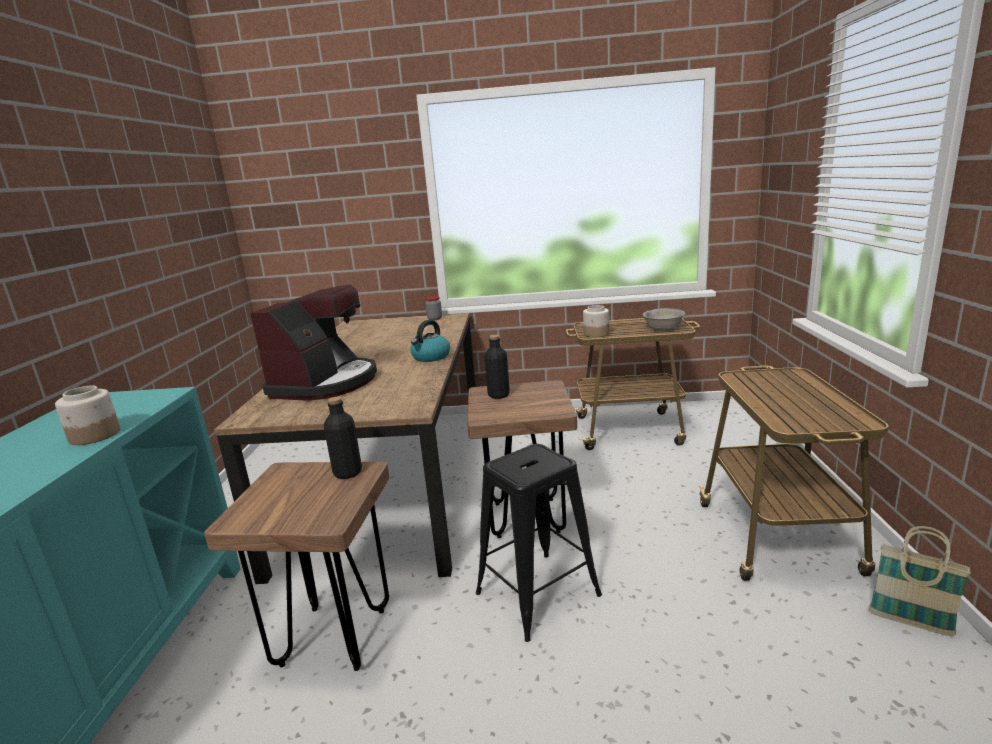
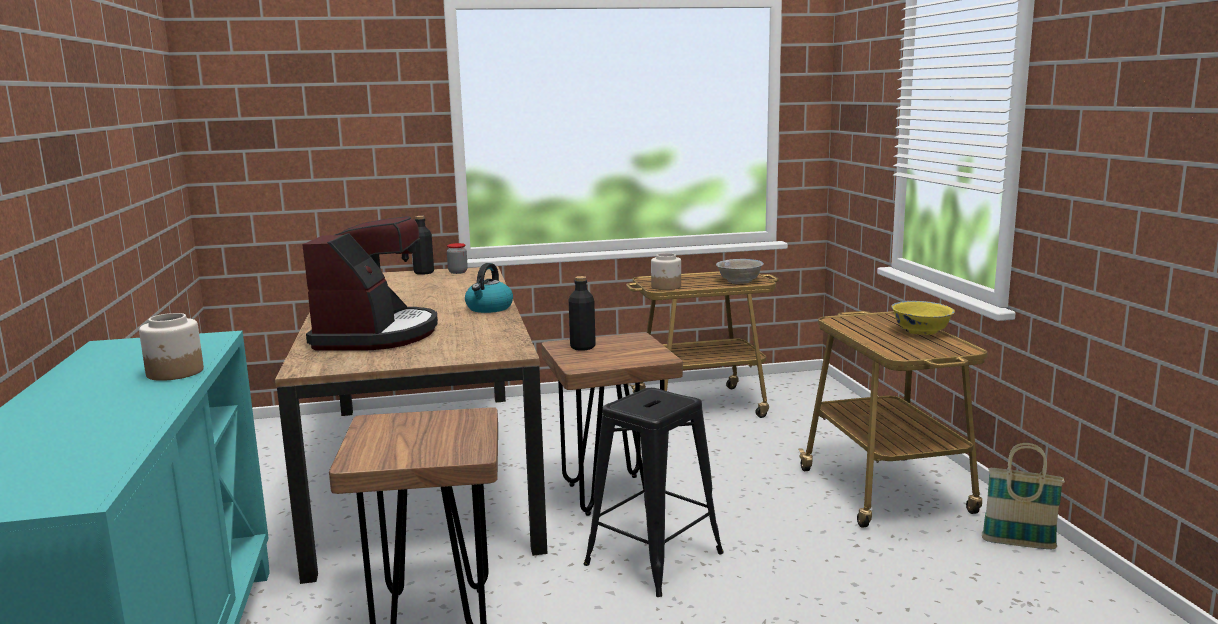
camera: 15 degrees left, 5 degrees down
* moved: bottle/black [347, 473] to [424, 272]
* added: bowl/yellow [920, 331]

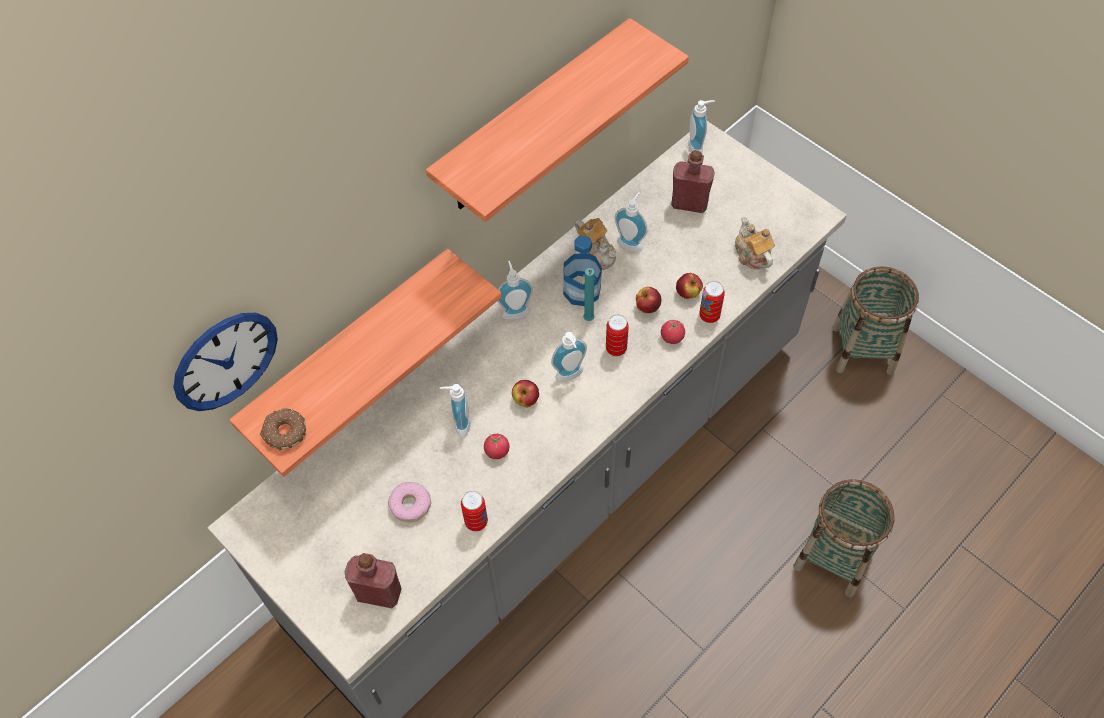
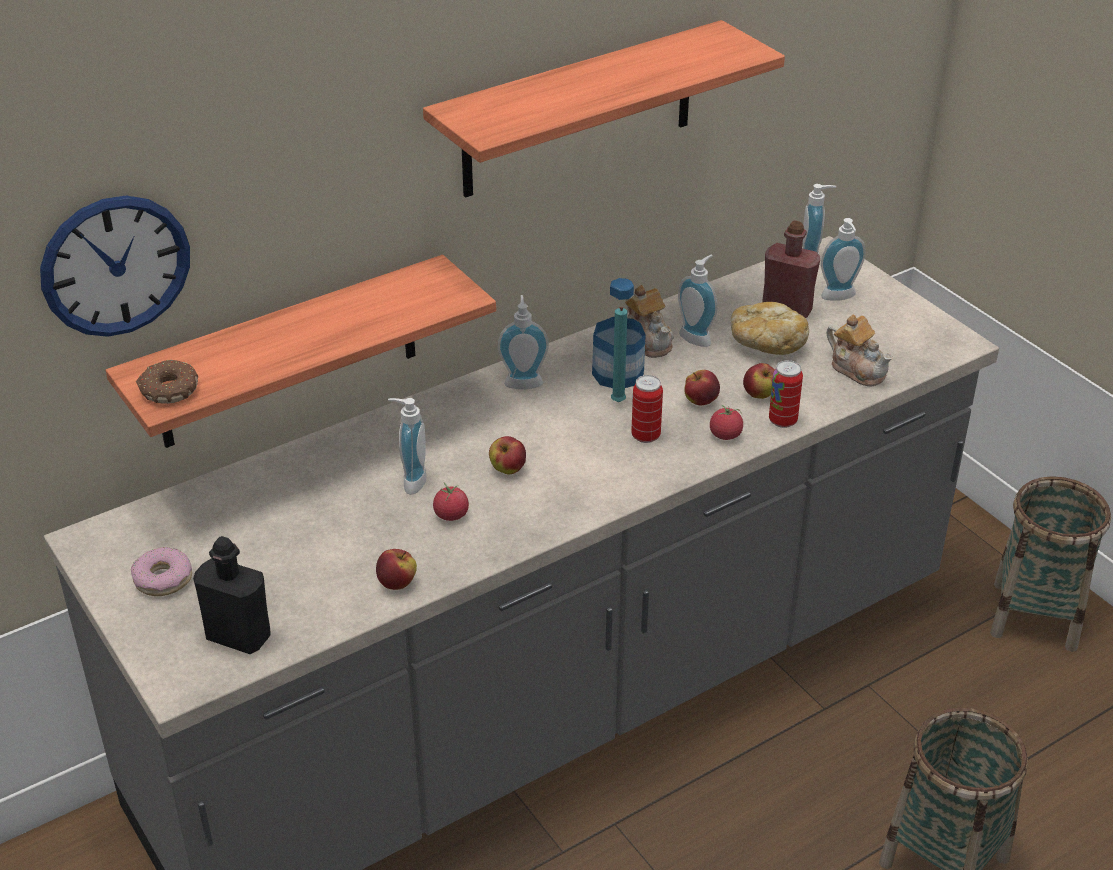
camera: 10 degrees right, 20 degrees down
* moved: donut [410, 505] to [163, 579]
* recoloured: bottle/red [379, 593] to bottle/black [238, 637]
* replaced: can [476, 522] to apple [397, 583]
* added: bread [765, 344]
* moved: soap dispenser [570, 376] to [840, 298]
* turned: teapot [751, 255] = [857, 369] 150 degrees clockwise

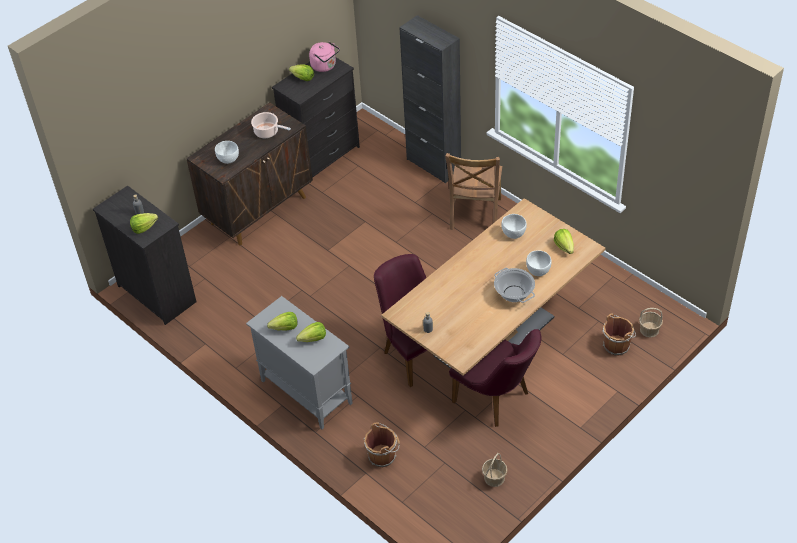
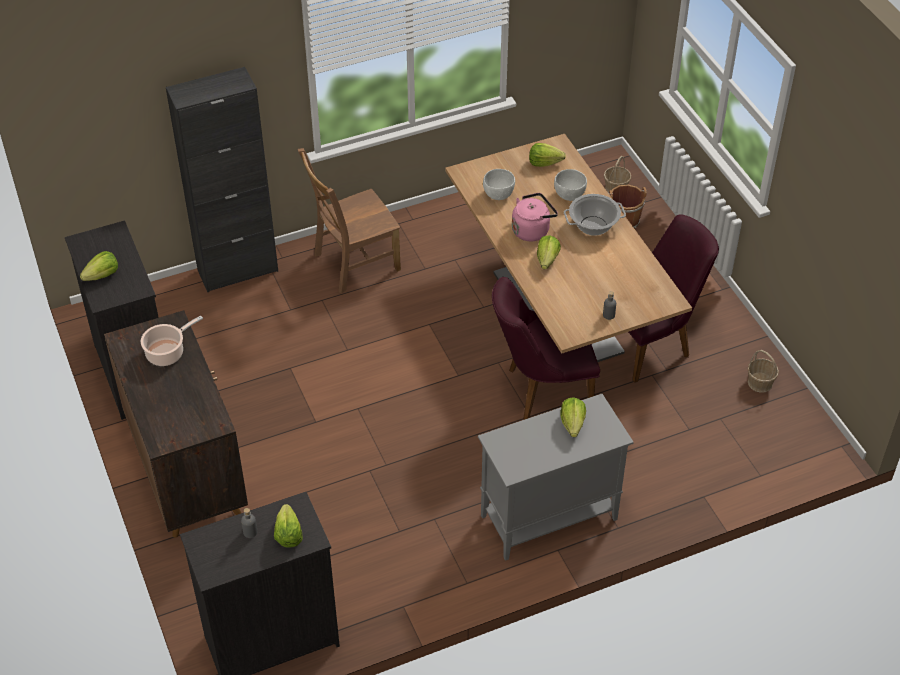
camera: 70 degrees left, 0 degrees up
* turned: chair/brown [475, 215] = [353, 263] 120 degrees clockwise
* moved: kettle/pink [325, 66] to [532, 230]
* moved: lettuce [285, 328] to [547, 260]
* removed: bowl/white [228, 160]
* removed: bucket/brown [383, 455]

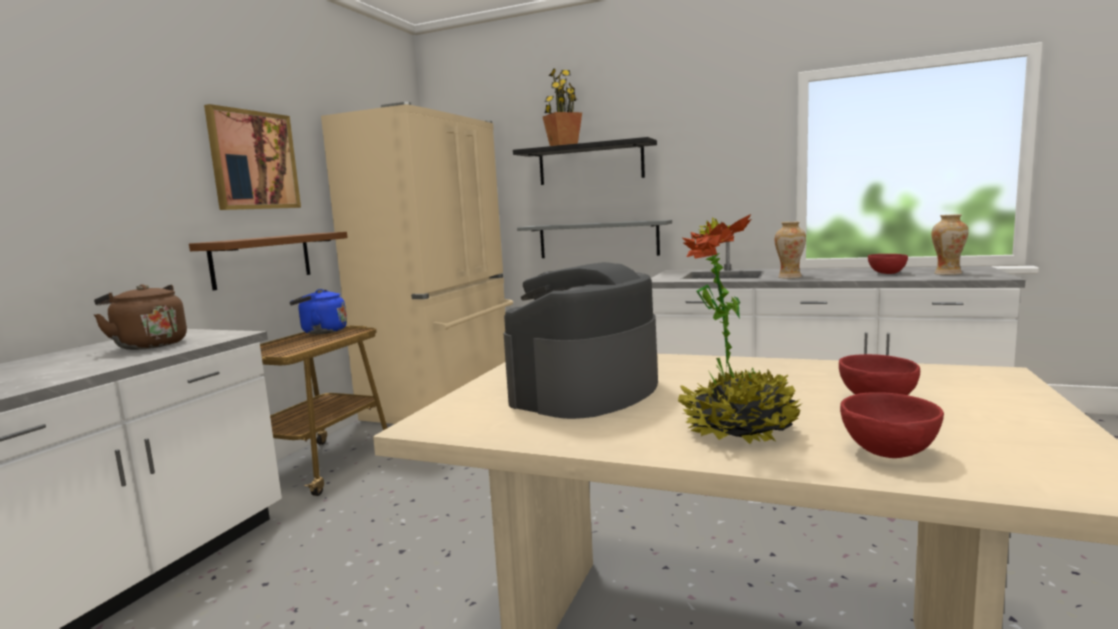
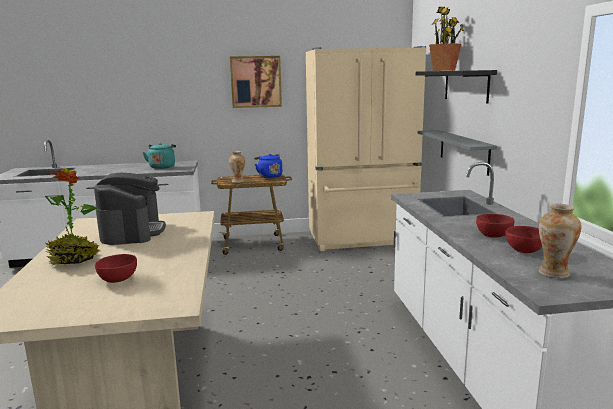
camera: 60 degrees right, 5 degrees up
* turned: coffee machine [586, 391] = [132, 232] 75 degrees clockwise
* recoloured: kettle/brown [148, 345] to kettle/turquoise [162, 167]
* moved: vase [789, 277] to [238, 181]
* moved: bowl/red [887, 451] to [493, 236]
* removed: shelf/brown [262, 259]

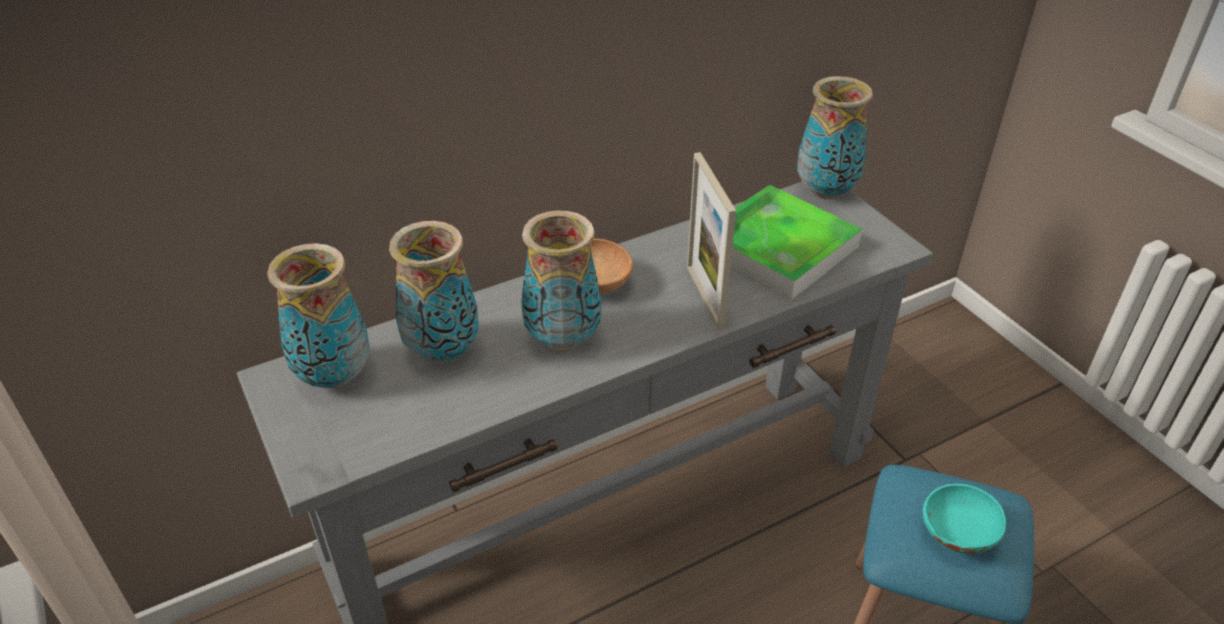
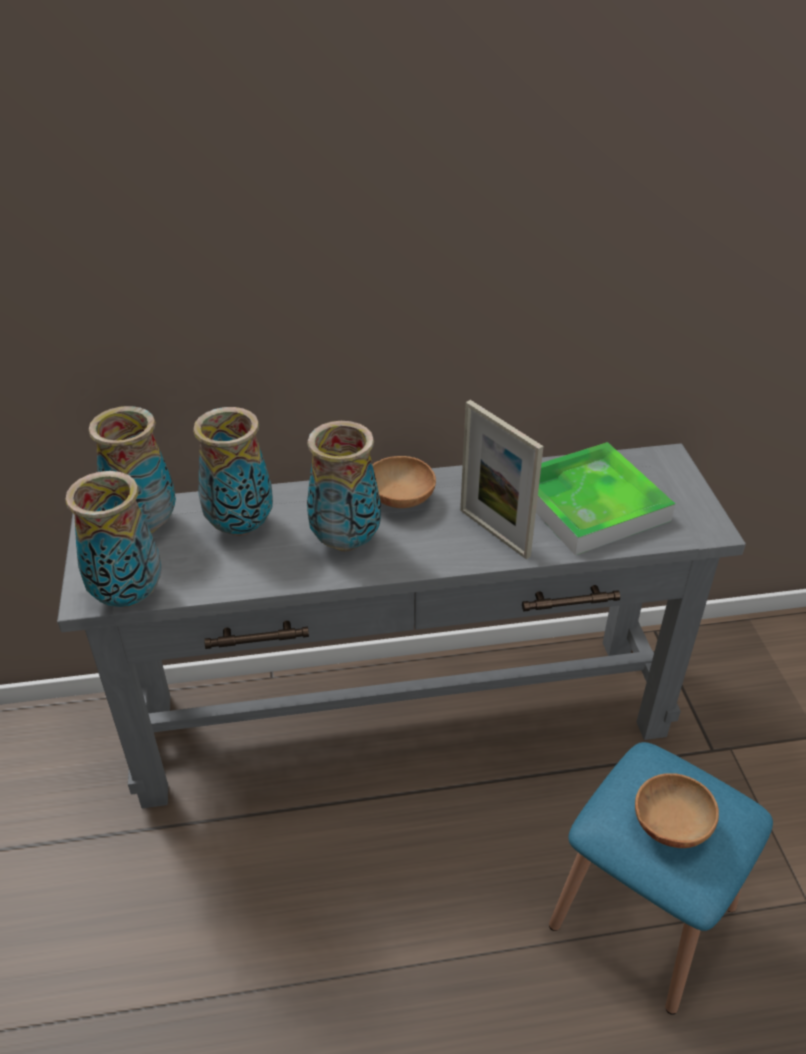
camera: 20 degrees right, 0 degrees up
* moved: vase [826, 191] to [129, 595]
* turned: picture frame [704, 296] = [494, 533] 45 degrees counterclockwise
* recoloured: bowl/turquoise [955, 535] to bowl/brown [669, 825]

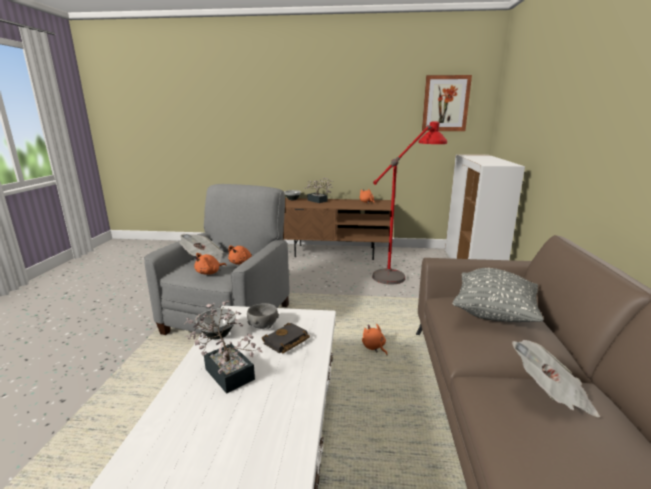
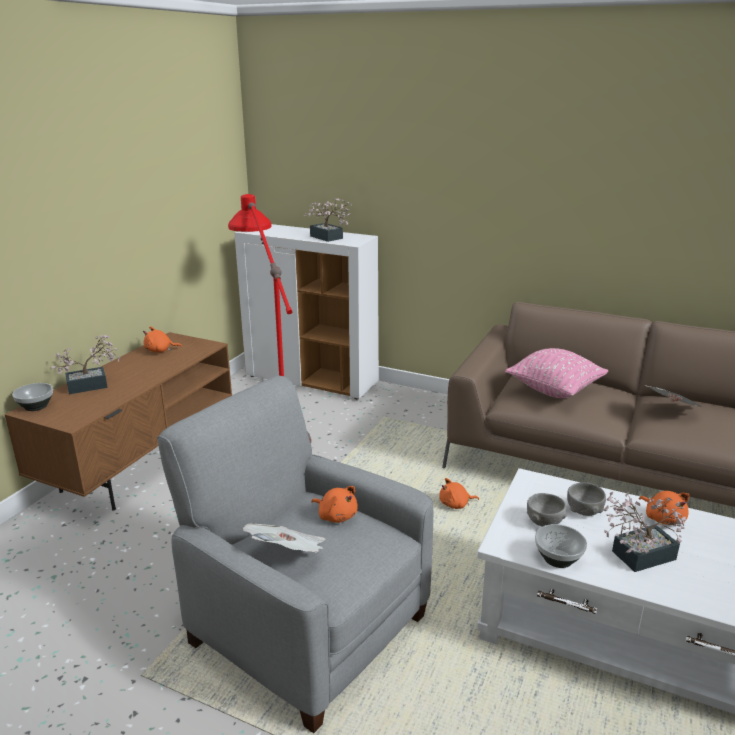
camera: 70 degrees left, 5 degrees up
* added: potted plant [328, 238]
* recoloured: pillow/grey [493, 313] to pillow/pink [554, 390]
* replaced: book/black [286, 342] to bowl/grey [584, 511]
* moved: plush toy/orange [209, 273] to [663, 518]
* removed: picture [445, 103]

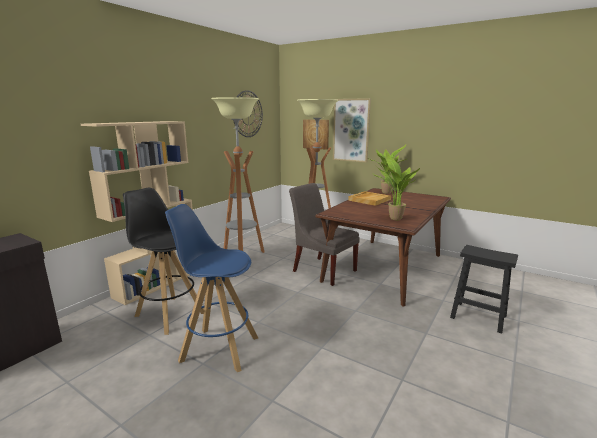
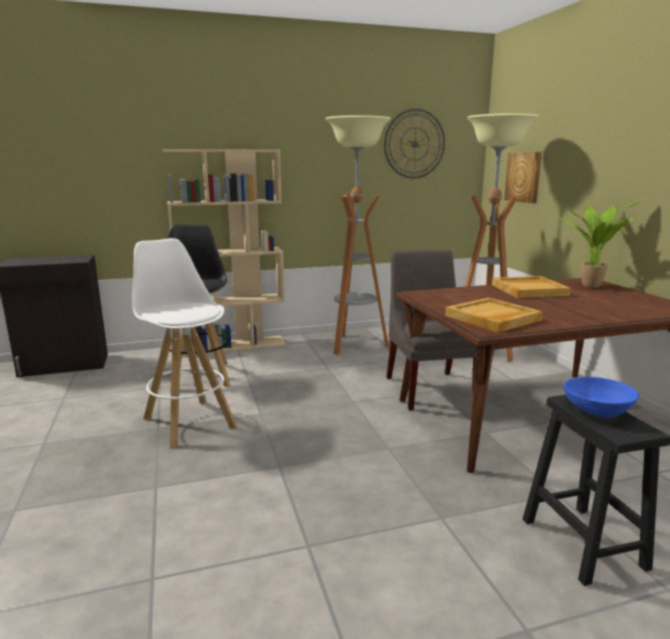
camera: 40 degrees right, 0 degrees up
* recoloured: stool/blue [218, 348] to stool/white [189, 422]
* replaced: potted plant [393, 219] to tray/beige [492, 318]
* added: bowl/blue [598, 410]
* removed: picture [351, 130]

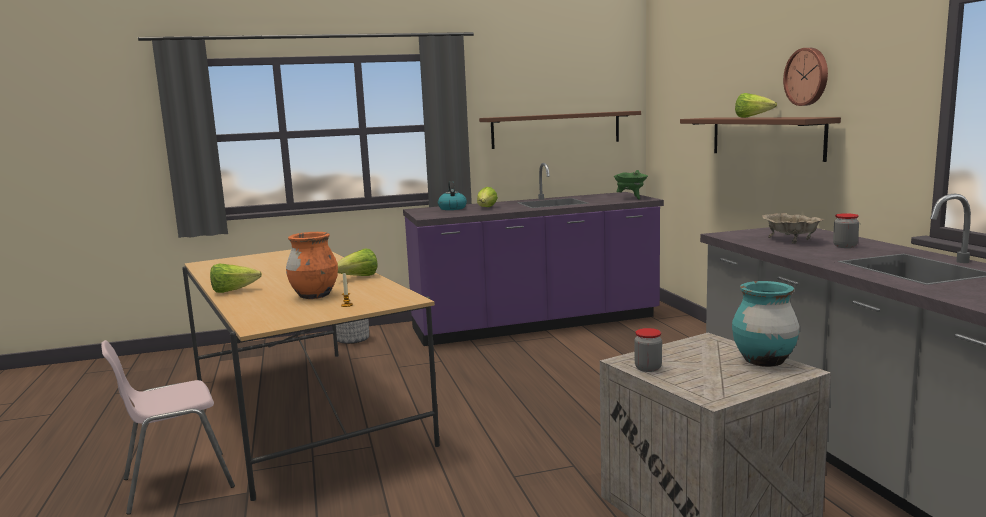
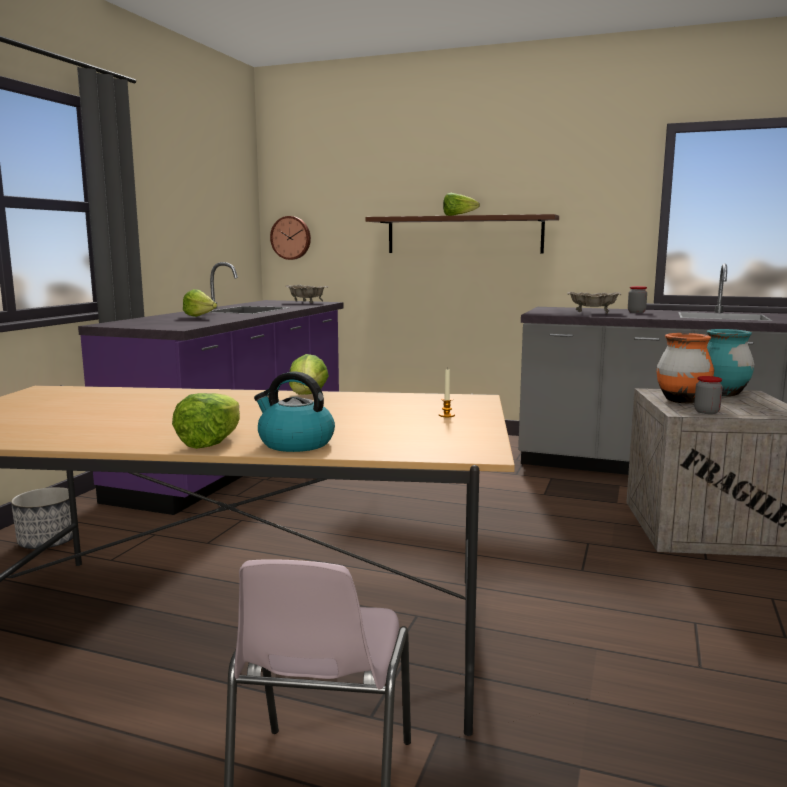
camera: 55 degrees left, 0 degrees up
* moved: kettle [452, 208] to [295, 443]
* moved: wall clock [807, 76] to [291, 238]
* replaced: cooking pot/green [631, 198] to bowl/beige [306, 302]
* moved: vase/orange [314, 296] to [682, 400]
* removed: shelf/brown [556, 129]

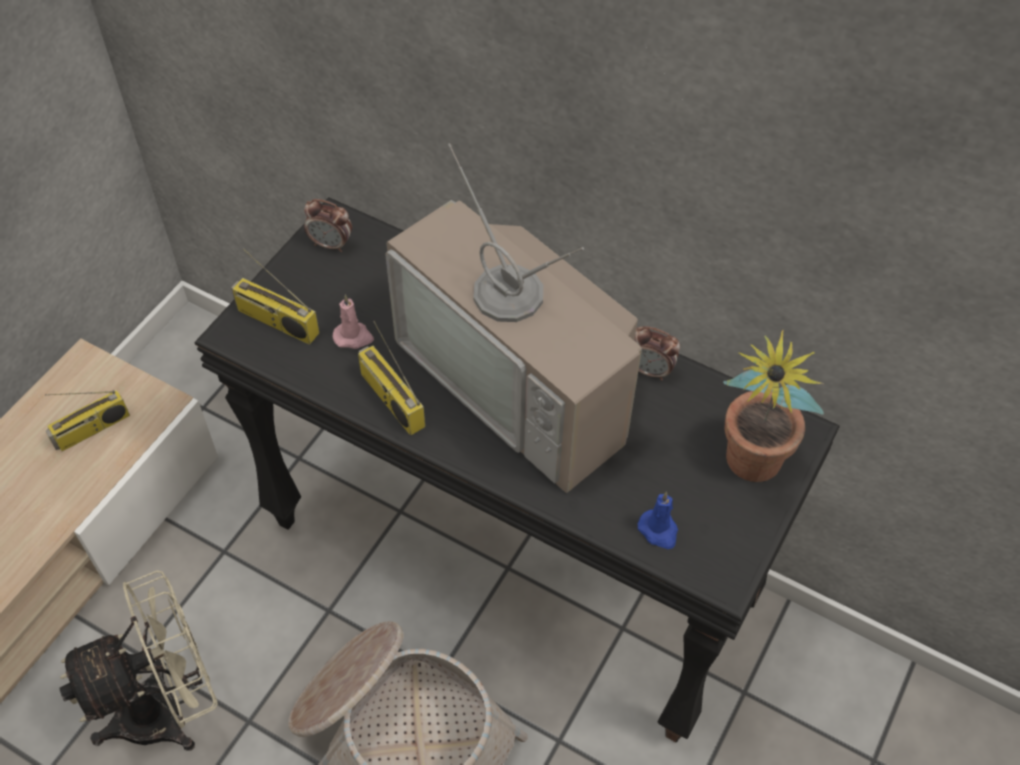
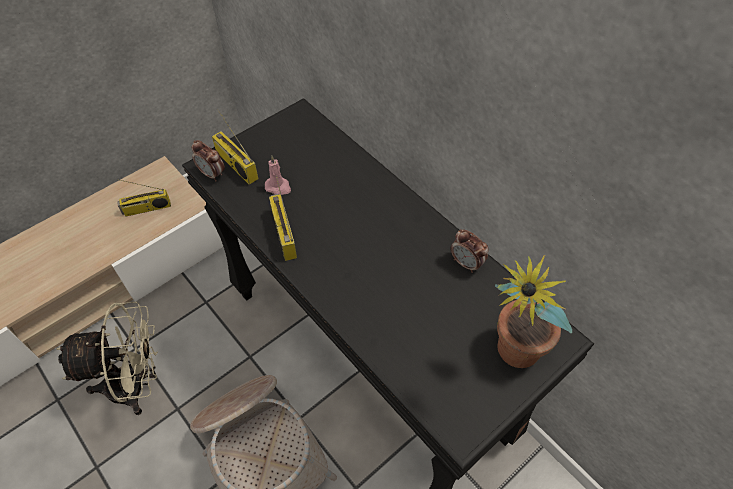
camera: 20 degrees right, 0 degrees up
* moved: alarm clock [331, 244] to [212, 174]
* removed: television [522, 382]
* removed: candle/blue [659, 531]

